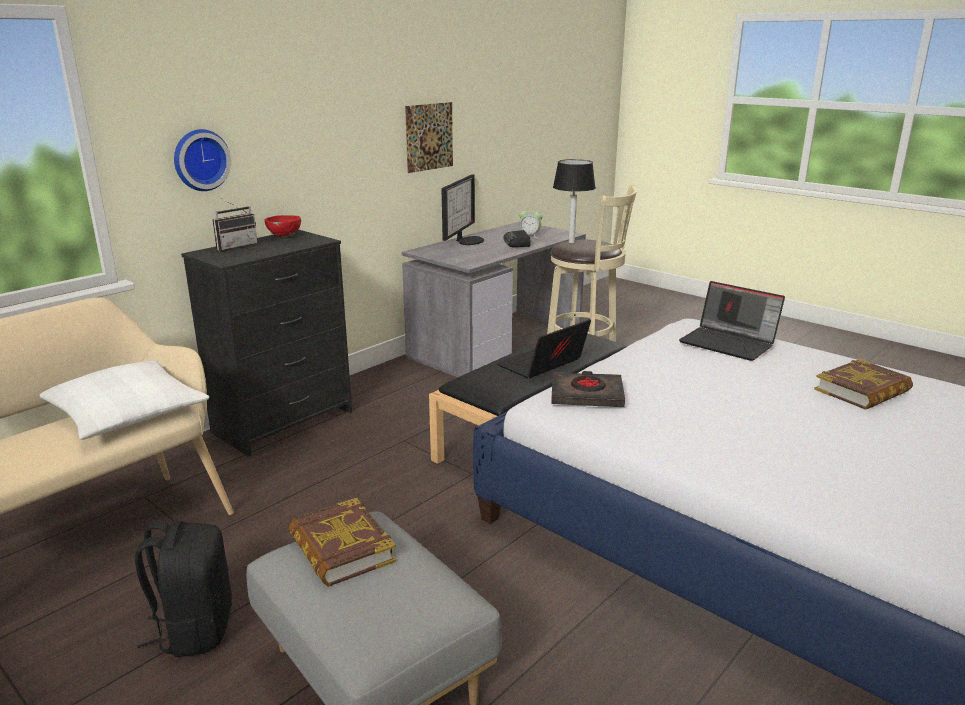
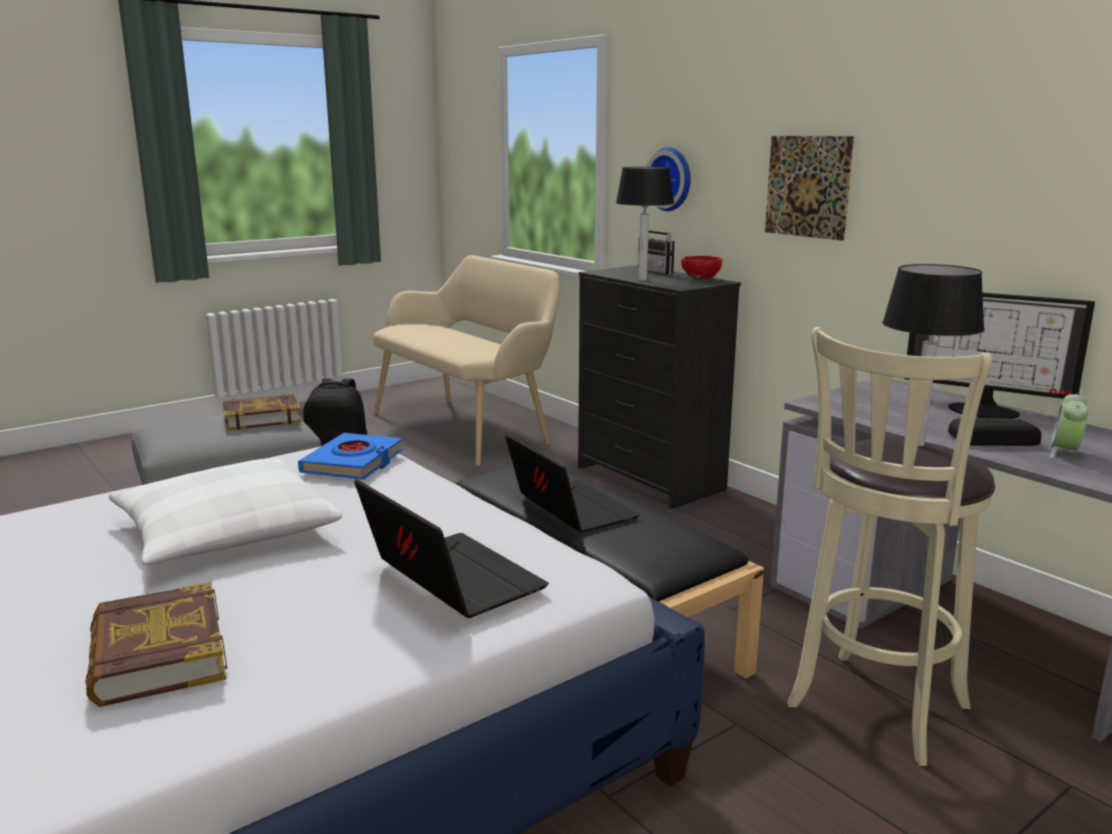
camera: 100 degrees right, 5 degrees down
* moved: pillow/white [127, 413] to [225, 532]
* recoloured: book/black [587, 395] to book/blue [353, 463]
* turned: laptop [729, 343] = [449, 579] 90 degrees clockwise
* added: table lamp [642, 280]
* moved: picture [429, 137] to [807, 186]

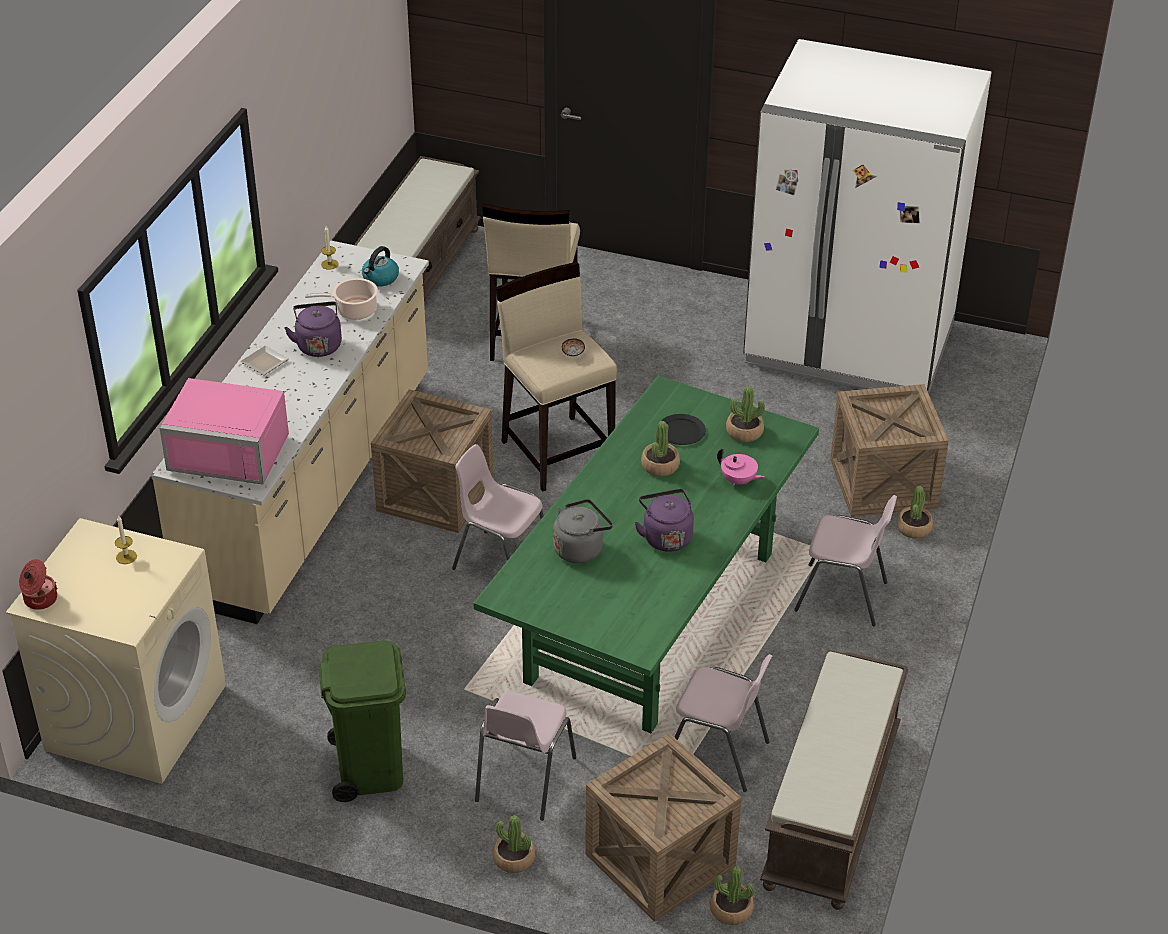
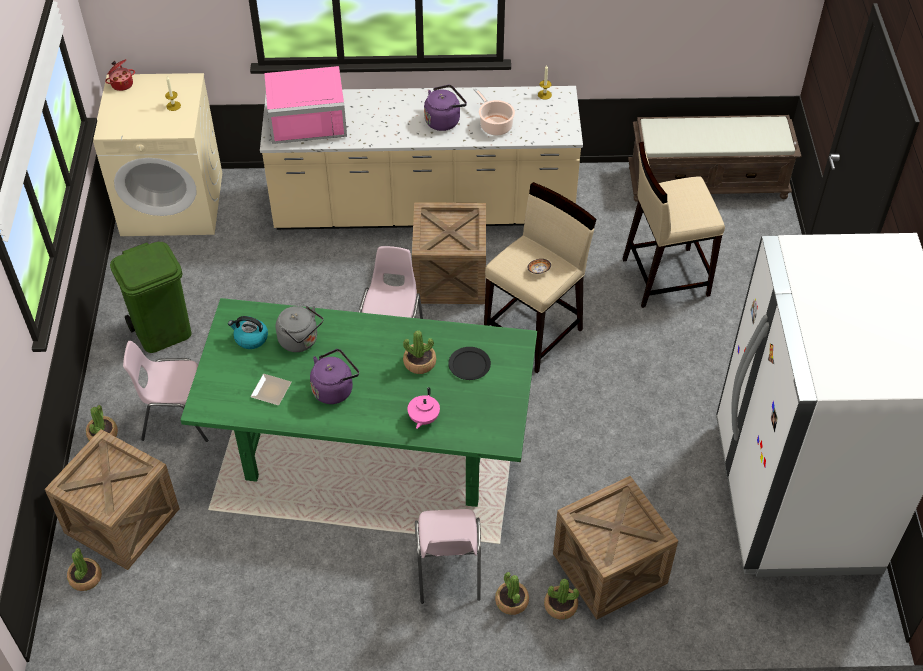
camera: 70 degrees right, 10 degrees up
* moved: kettle [380, 278] to [250, 338]
* moved: plate [266, 362] to [271, 392]
* turned: microwave/pink [232, 449] = [308, 118] 90 degrees counterclockwise
* moved: potted plant [744, 432] to [511, 601]
* removed: chair/pink [717, 754]
* removed: bench/brown [832, 810]

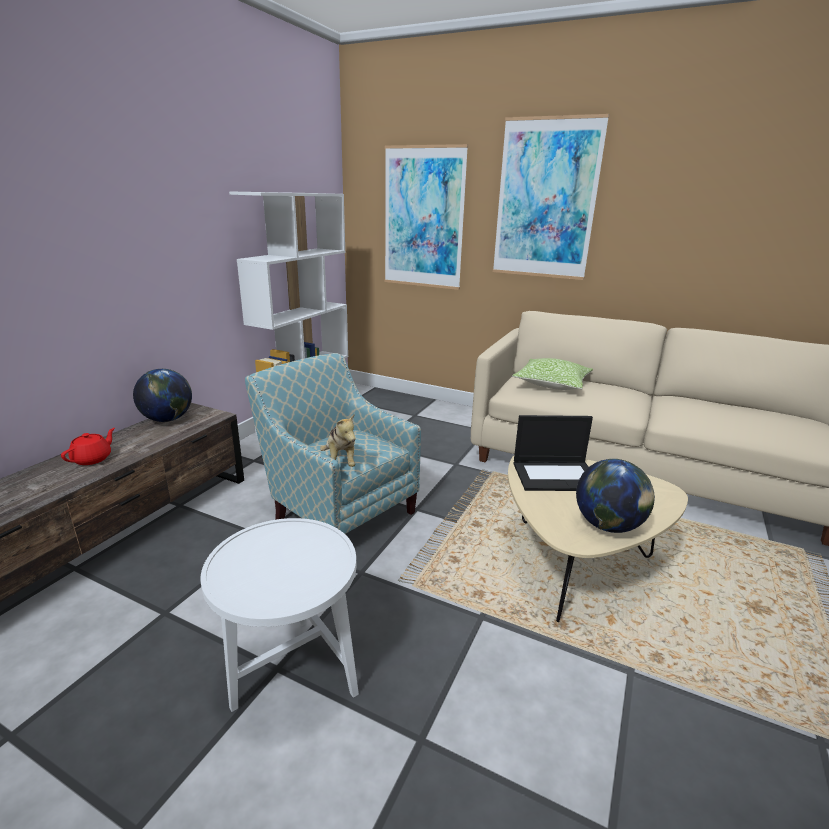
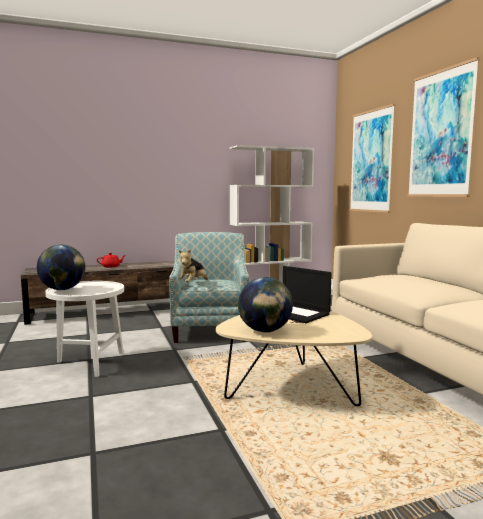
camera: 45 degrees right, 15 degrees down
* moved: globe [167, 419] to [62, 289]
* removed: pillow [552, 384]

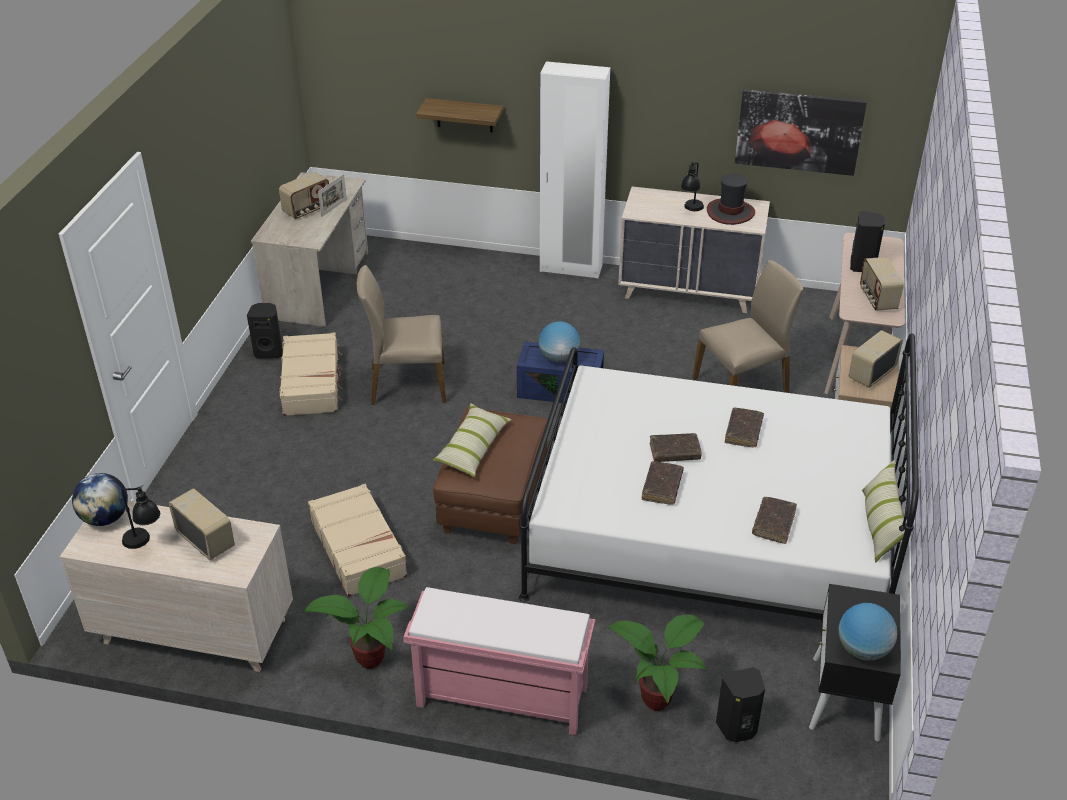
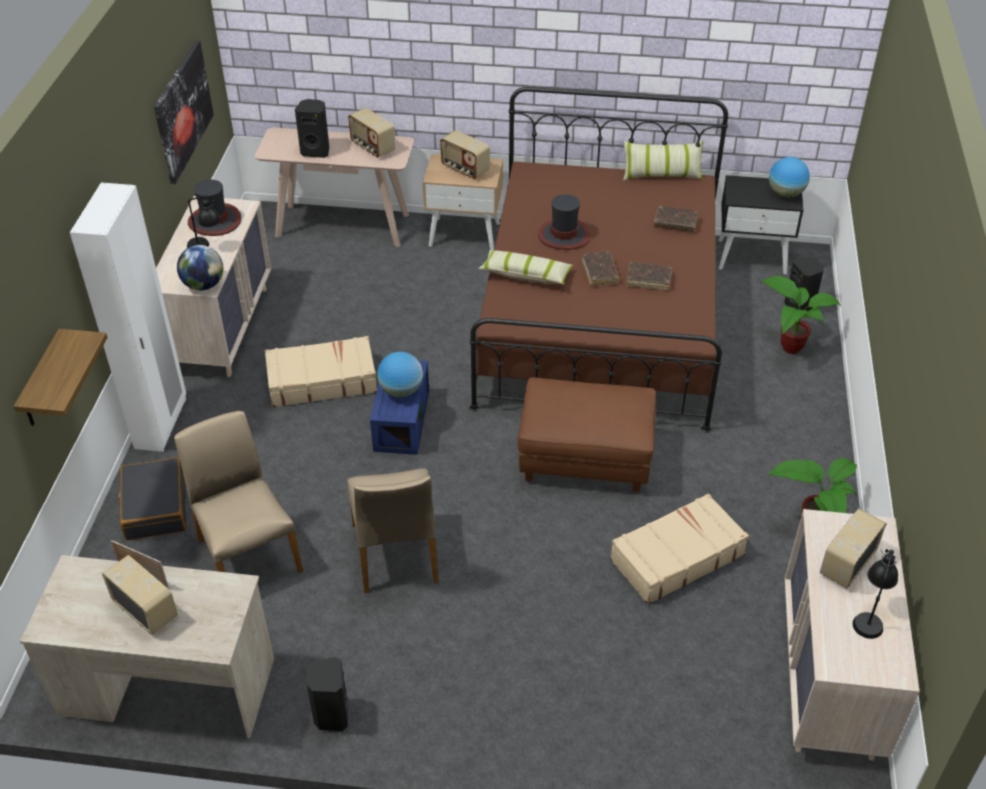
camera: 95 degrees left, 5 degrees up
* added: suitcase/black [155, 507]
* moved: chair/beige [742, 387] to [247, 555]
* moved: globe [105, 518] to [203, 285]
* moved: suitcase/beige [312, 383] to [321, 381]
* turned: radio [877, 299] = [372, 147] 60 degrees clockwise
* recoloured: bed/white [710, 533] to bed/brown [599, 318]
* moved: pillow [473, 448] to [526, 275]
* replaced: book/brown [743, 432] to hat [563, 235]
* removed: bench/pink [500, 697]

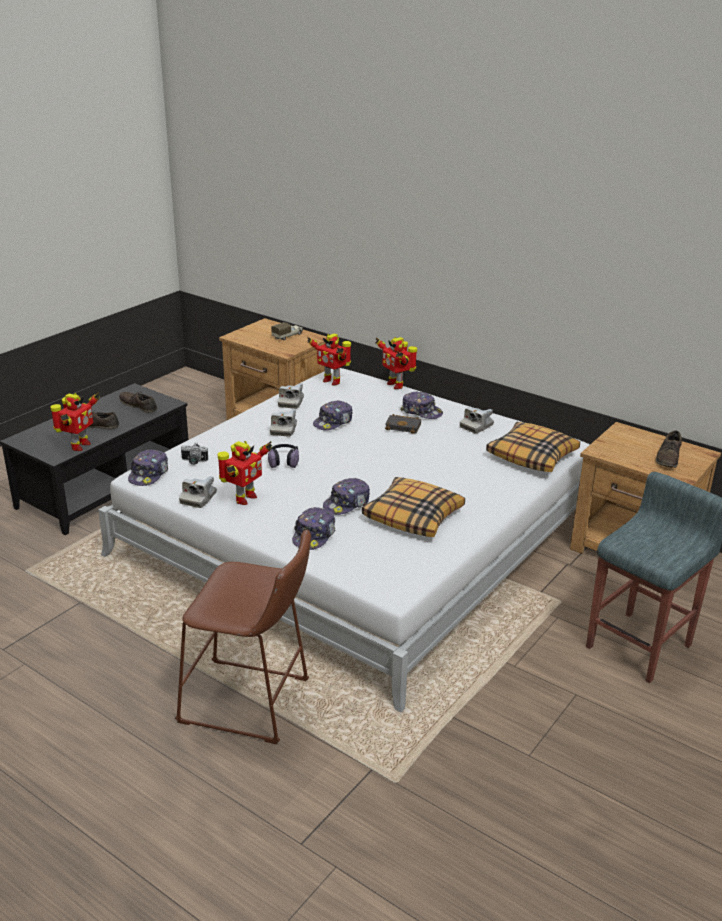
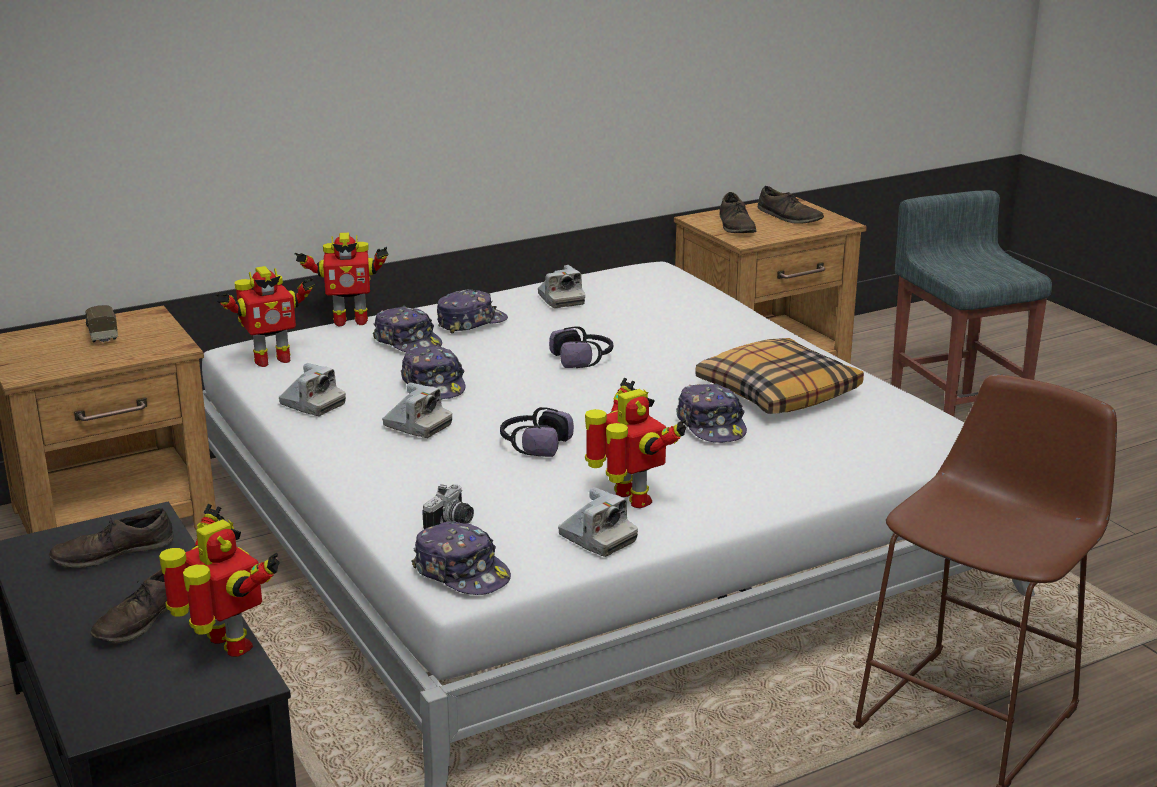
camera: 65 degrees left, 5 degrees down
* moved: cap [314, 535] to [408, 342]
* added: headphones [583, 359]
* added: shoe/brown [736, 226]
* removed: book/black [404, 426]
* removed: pillow [532, 456]

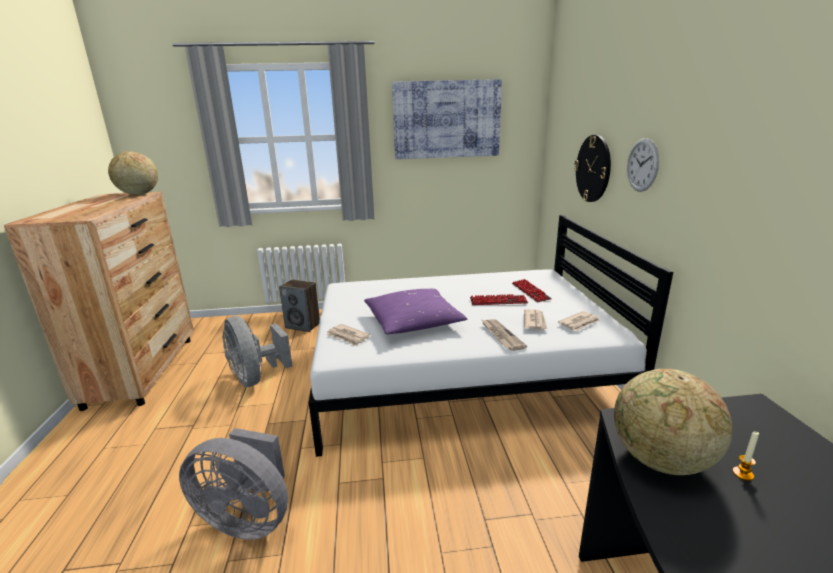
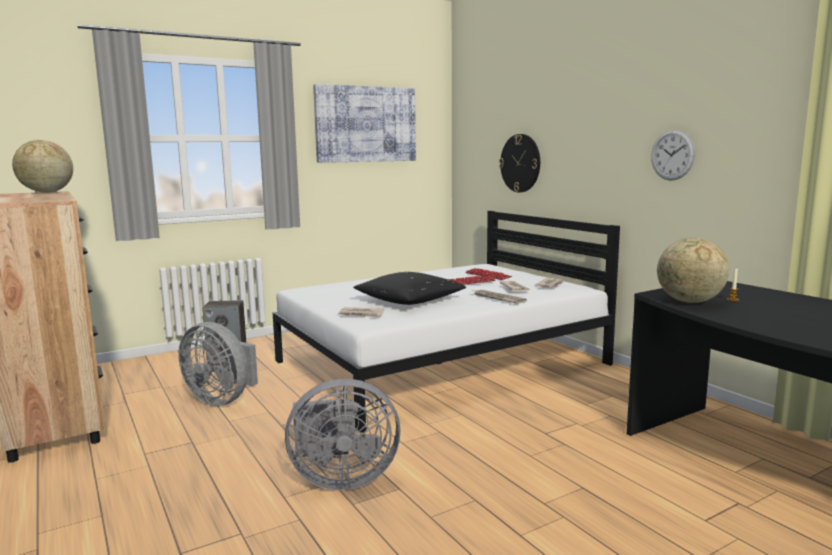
camera: 25 degrees left, 10 degrees down
* recoloured: pillow/purple [413, 322] to pillow/black [410, 301]
* moved: wall clock [642, 165] to [672, 155]

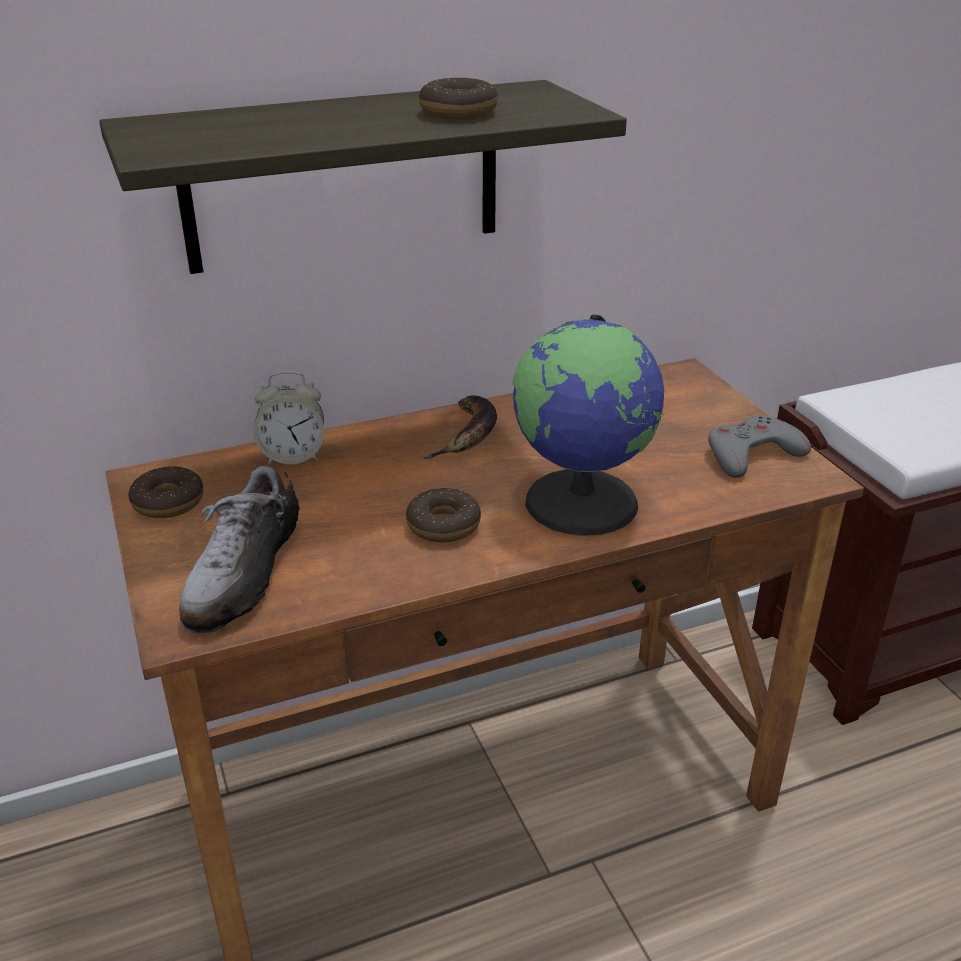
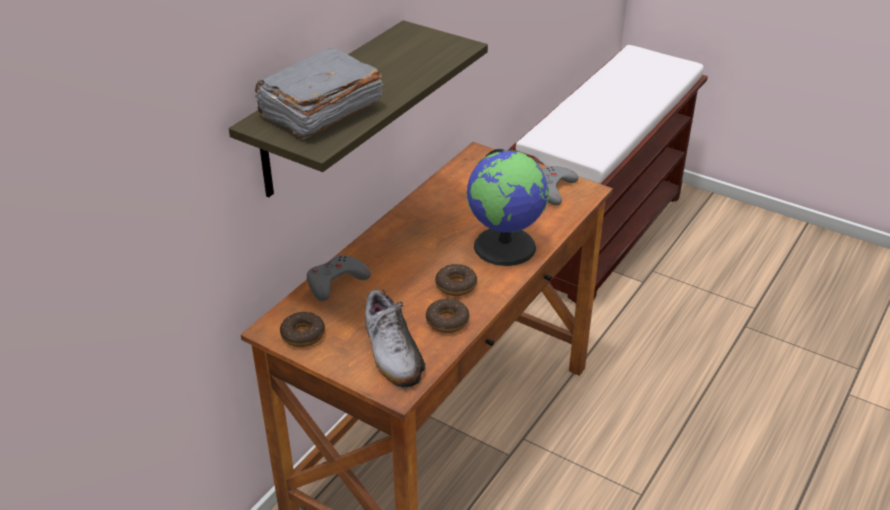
camera: 35 degrees left, 5 degrees up
* added: book/grey [319, 112]
* replaced: alarm clock [293, 456] to game controller/grey [336, 282]
* moved: donut [458, 112] to [447, 321]
* removed: banana [467, 435]

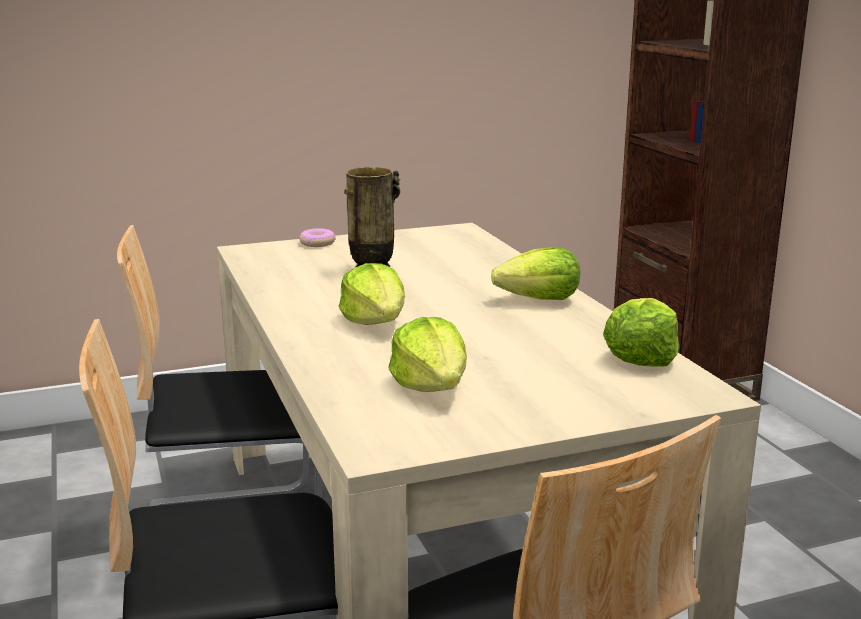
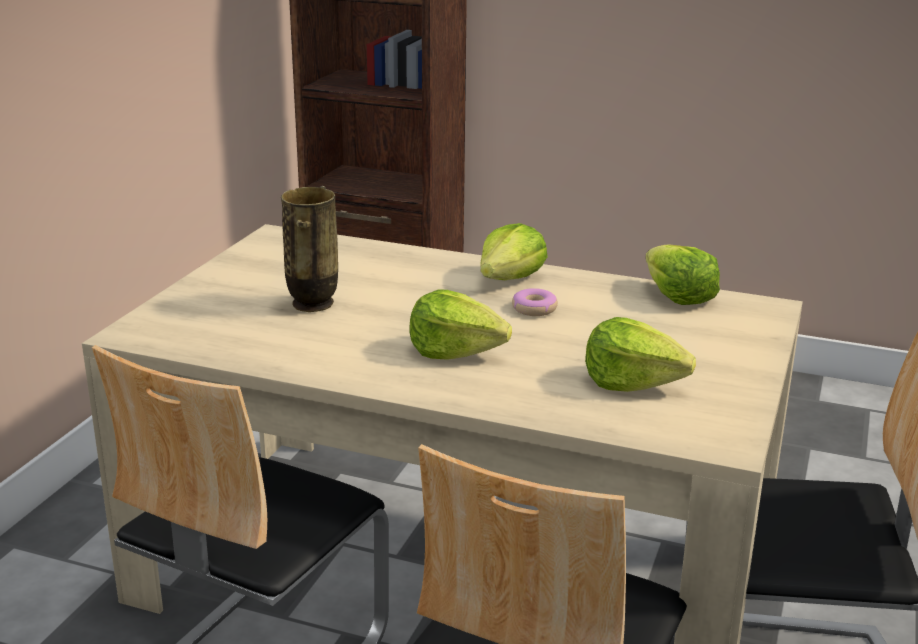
camera: 50 degrees left, 5 degrees up
* moved: donut [317, 243] to [534, 309]

